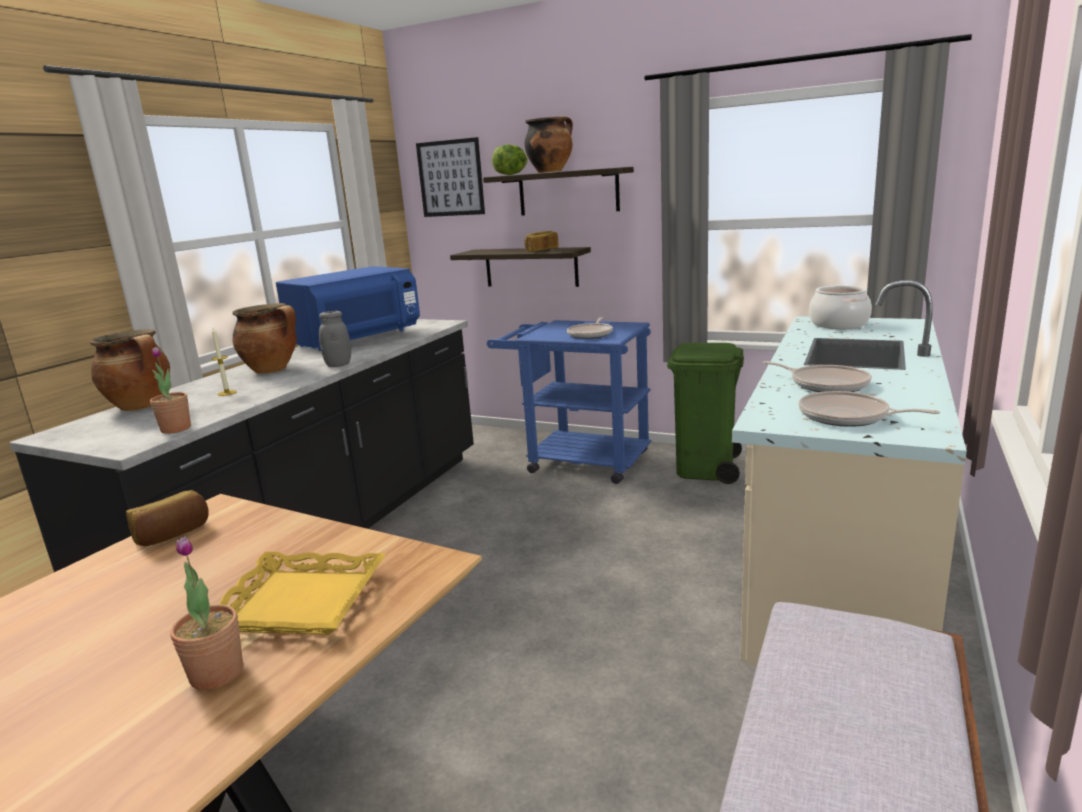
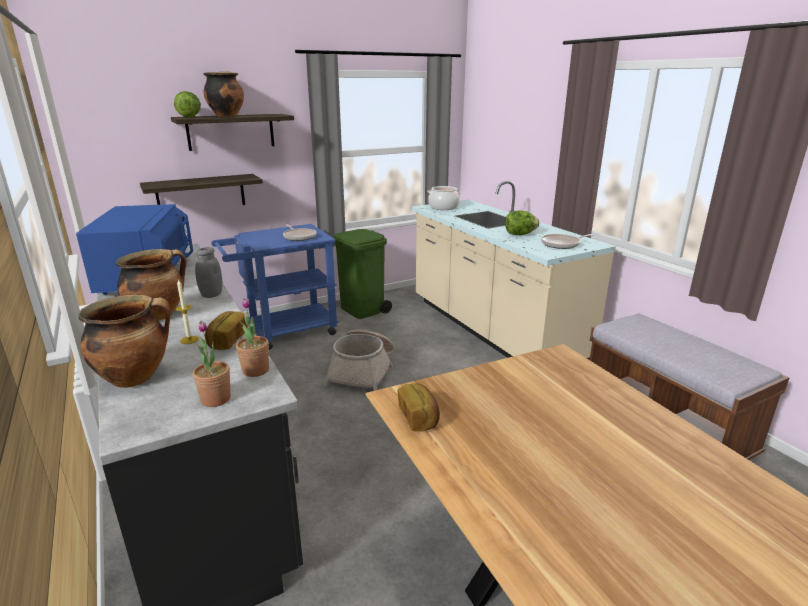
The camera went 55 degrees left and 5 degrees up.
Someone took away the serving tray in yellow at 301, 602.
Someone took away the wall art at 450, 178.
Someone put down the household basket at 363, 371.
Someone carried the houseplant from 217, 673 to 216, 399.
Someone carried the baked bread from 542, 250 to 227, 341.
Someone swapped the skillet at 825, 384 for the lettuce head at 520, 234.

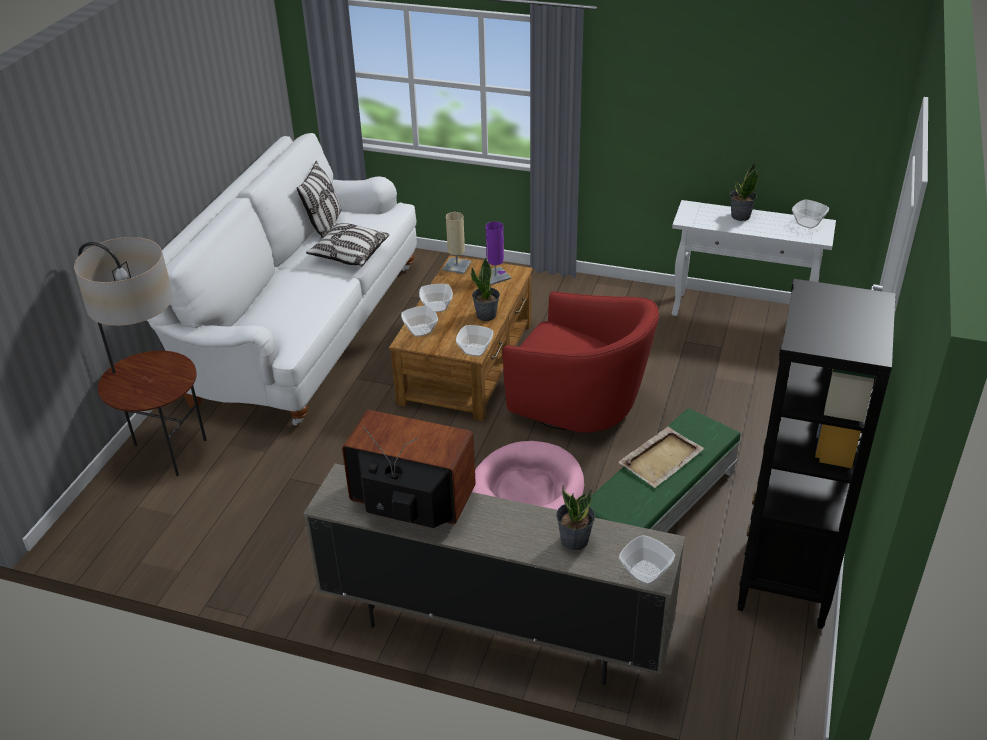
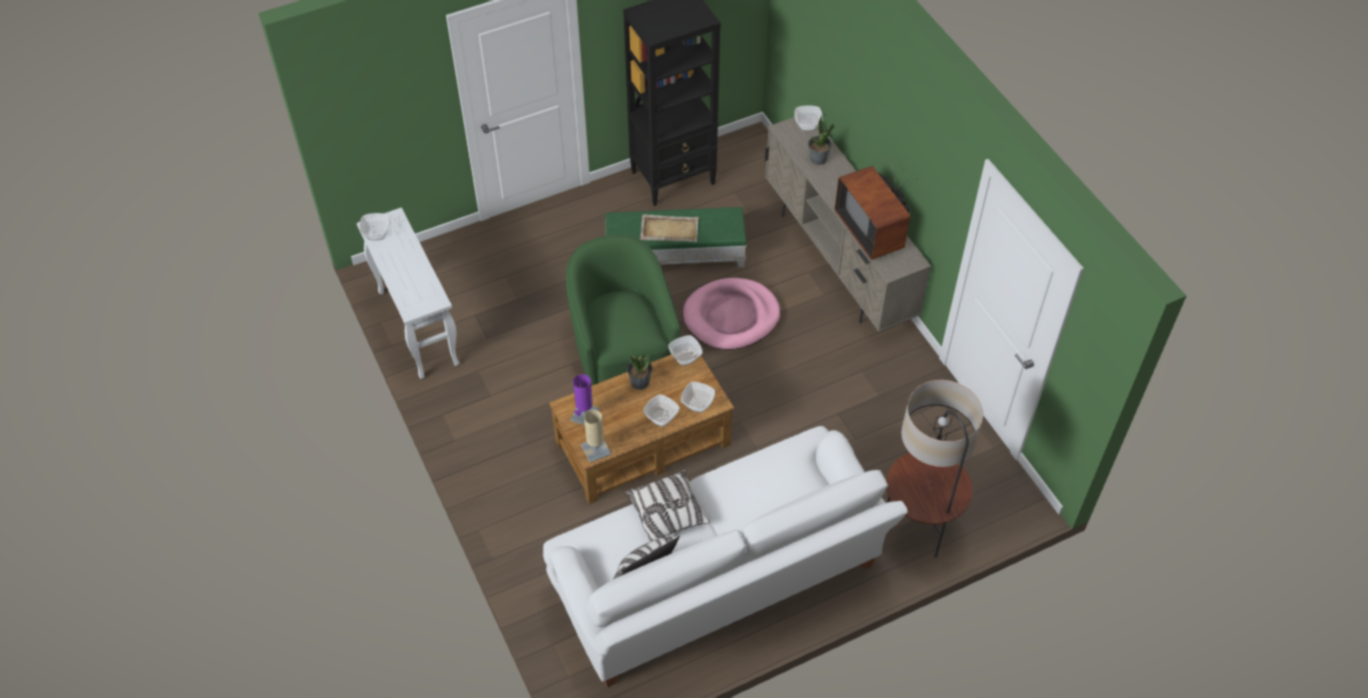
The camera went 135 degrees left and 15 degrees up.
Someone took away the houseplant at 740, 216.
Someone repainted the easy chair in red-coloured at 579, 405, which became the easy chair in greenish at 622, 347.

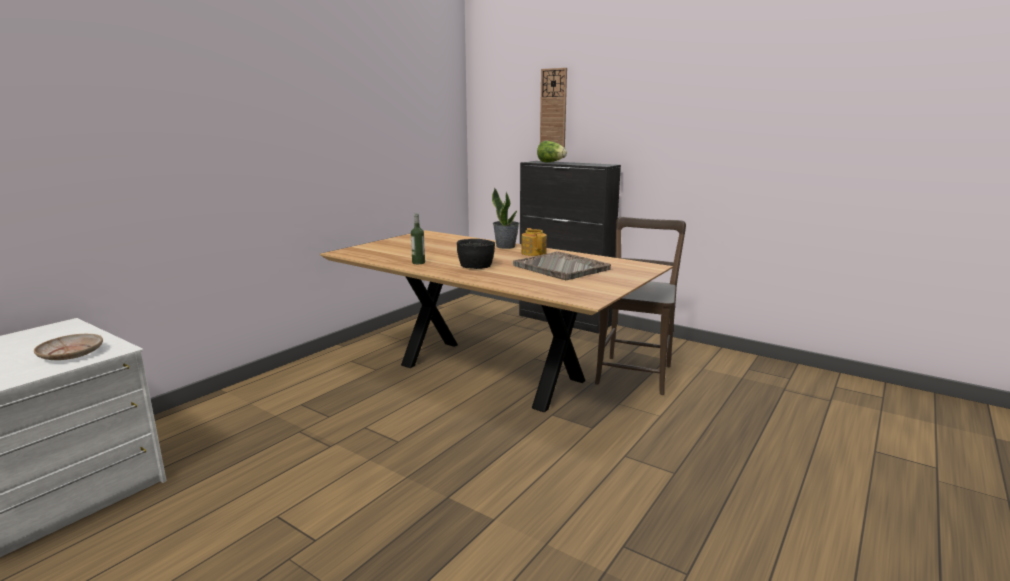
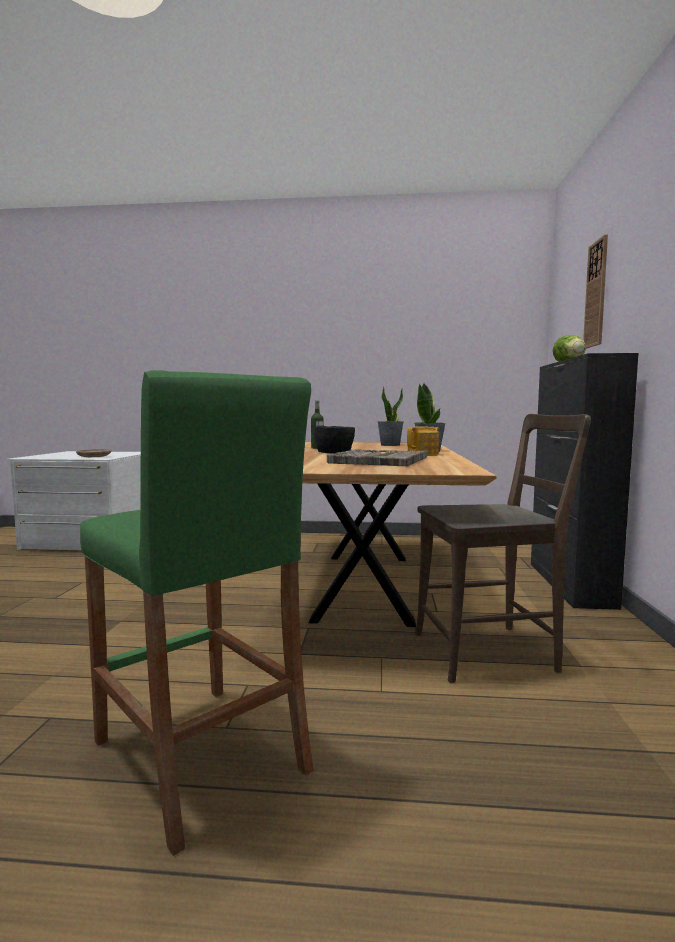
The camera went 60 degrees right and 10 degrees down.
Someone put down the stool in greenish at 200, 756.
Someone put down the houseplant at 390, 445.

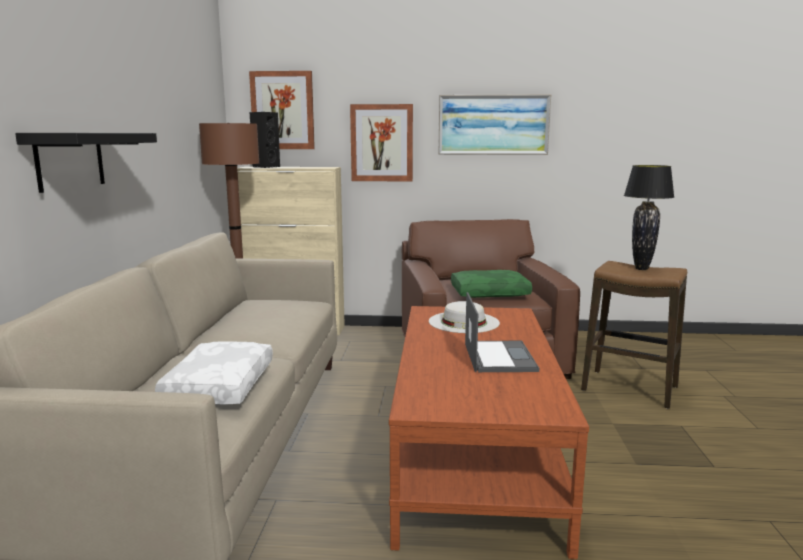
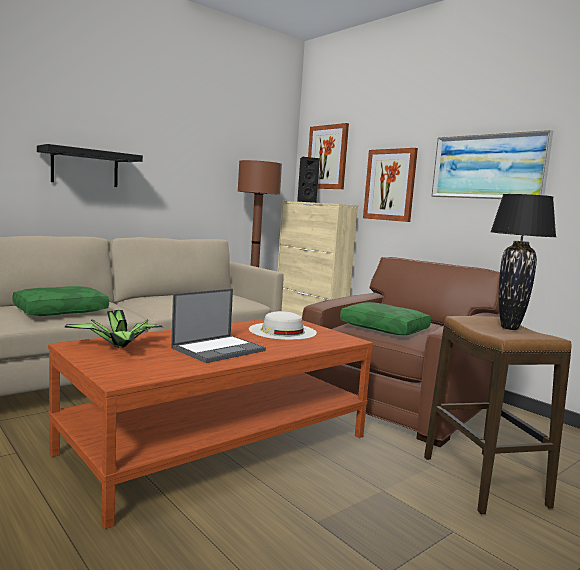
The camera went 45 degrees right and 5 degrees down.
Someone put down the houseplant at 120, 347.
Someone repainted the throw pillow in white-coloured at 218, 385, which became the throw pillow in greenish at 61, 310.

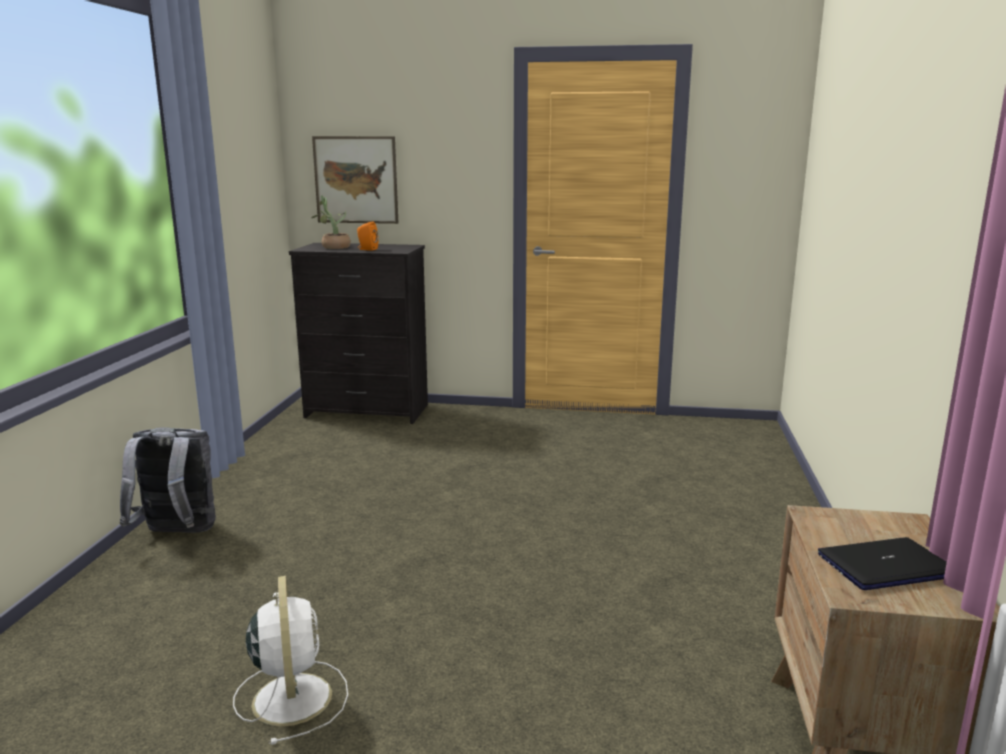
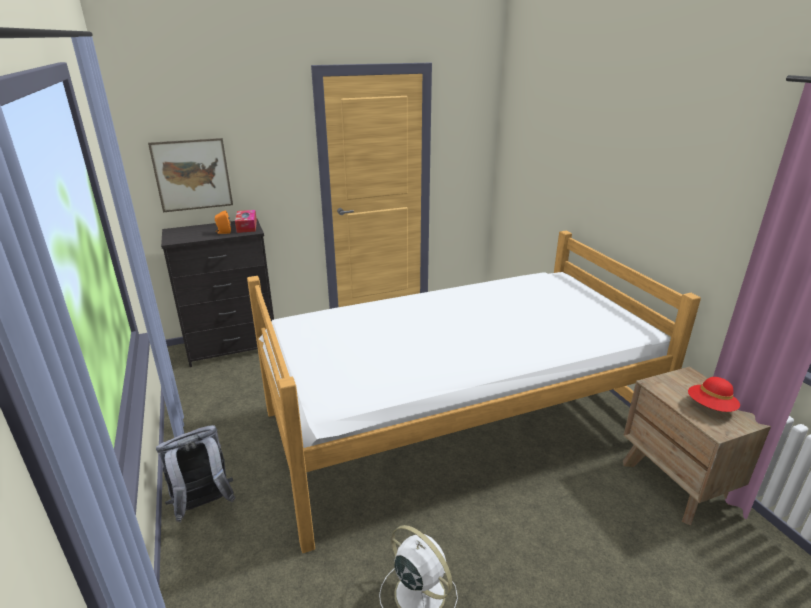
The camera went 30 degrees left and 10 degrees up.
Someone took away the houseplant at 333, 247.
Someone put down the box of tissues at 247, 226.
Someone put down the sleeping bed at 458, 425.
Someone swapped the notebook computer at 885, 566 for the clothing hat in red-coloured at 710, 407.

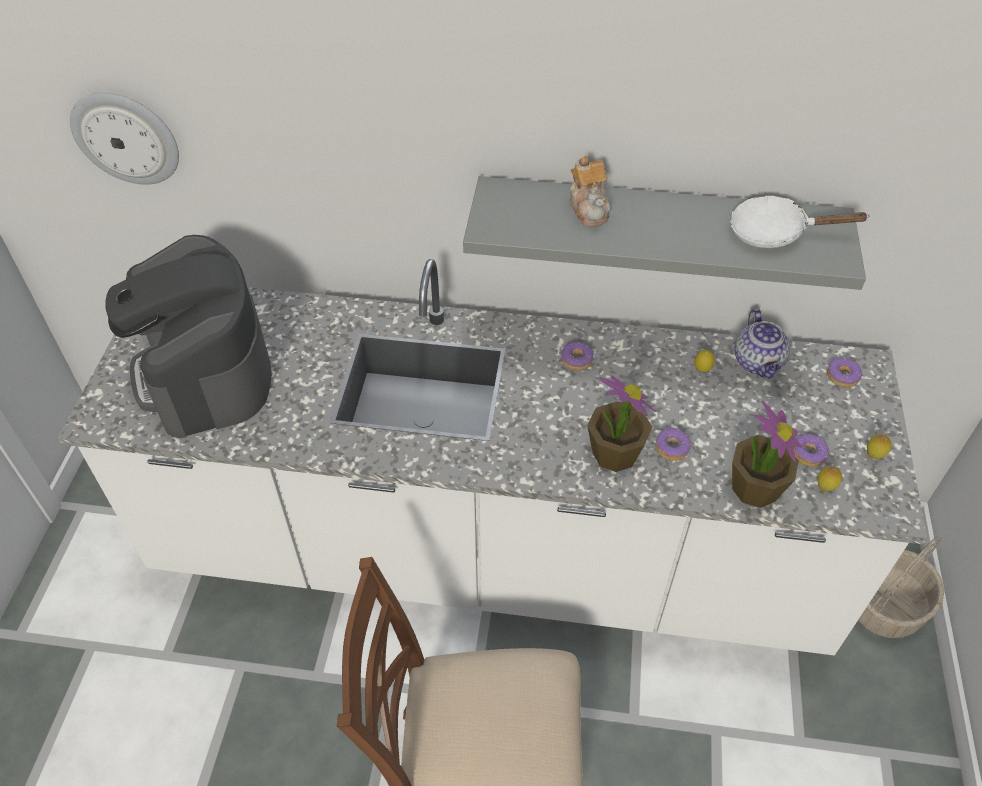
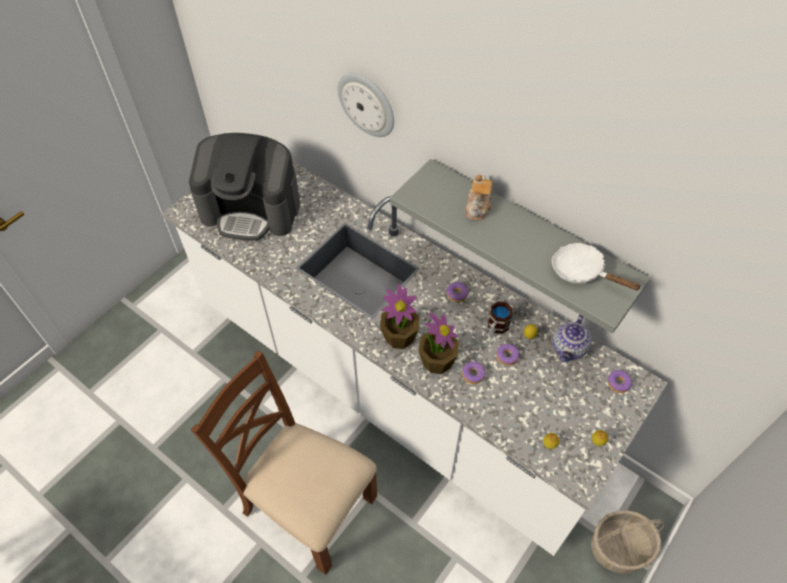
The camera went 30 degrees right and 5 degrees up.
Someone put down the coffee mug at 496, 328.
Someone carried the wall clock from 126, 138 to 367, 104.
Someone carried the houseplant from 754, 488 to 399, 336.
Someone carried the doughnut from 808, 454 to 507, 356.
Someone rotated the coffee brewer at 205, 372 by 90 degrees counterclockwise.

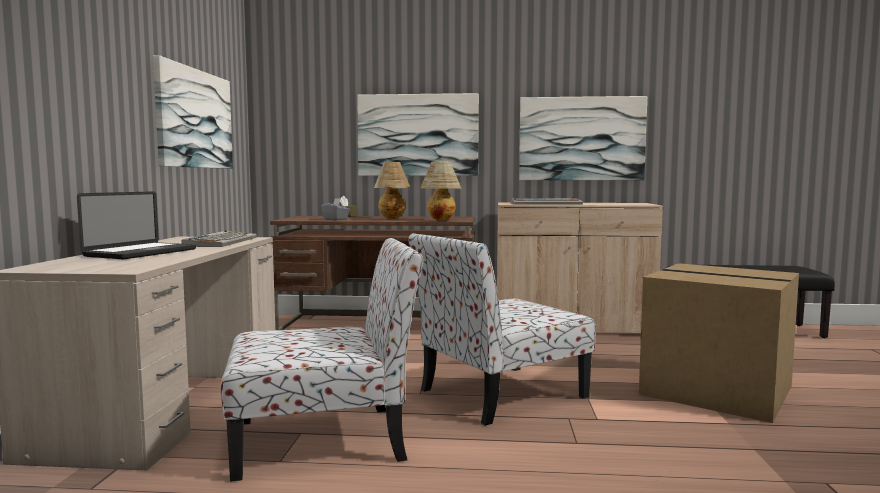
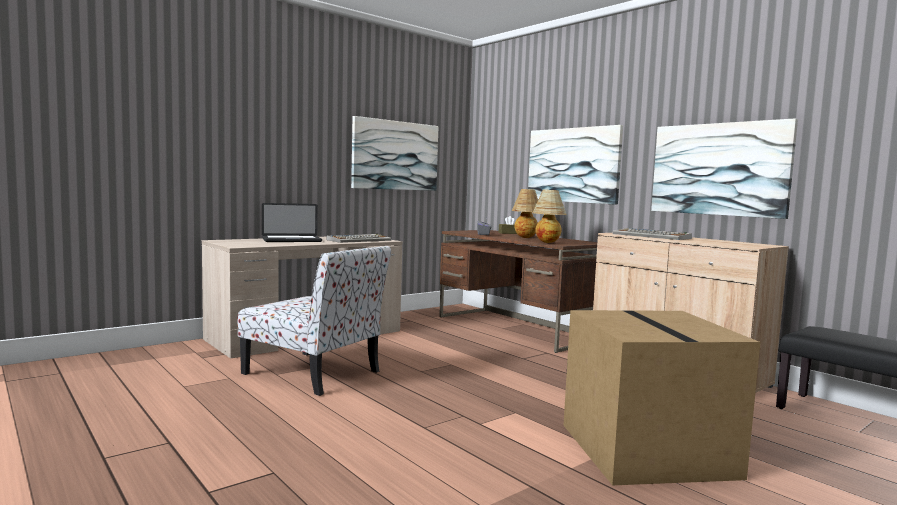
The camera went 45 degrees right and 0 degrees up.
Someone took away the plain chair at 499, 394.

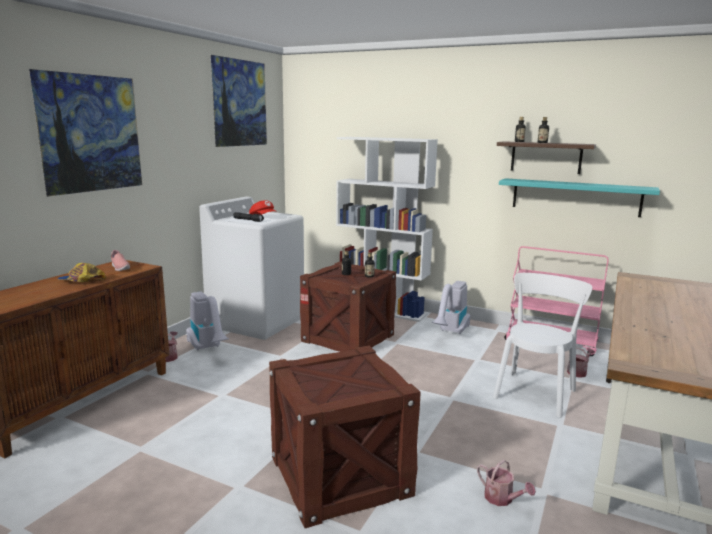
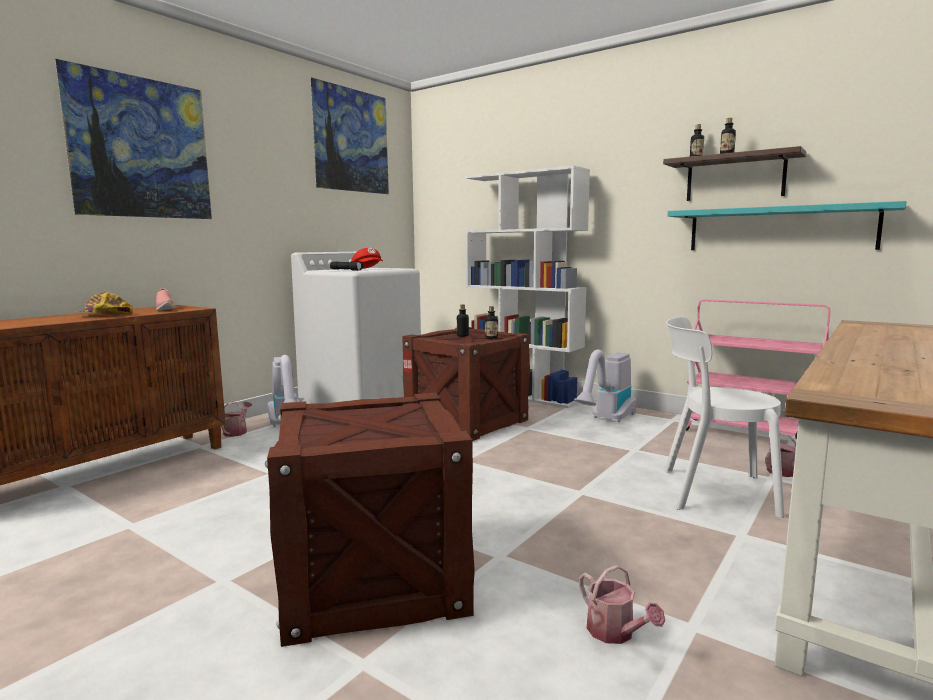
The camera went 10 degrees right and 5 degrees down.
Someone rotated the plain chair in white-coloured at 535, 392 by 120 degrees counterclockwise.

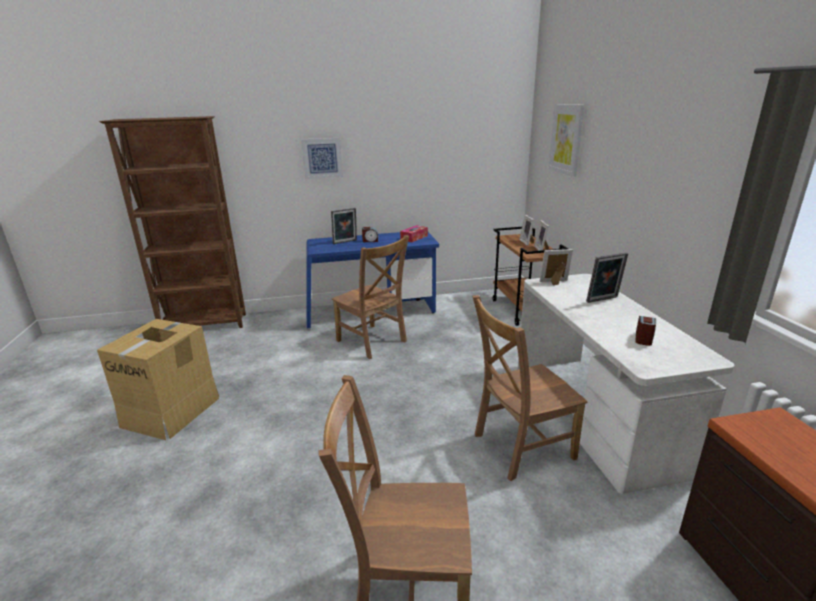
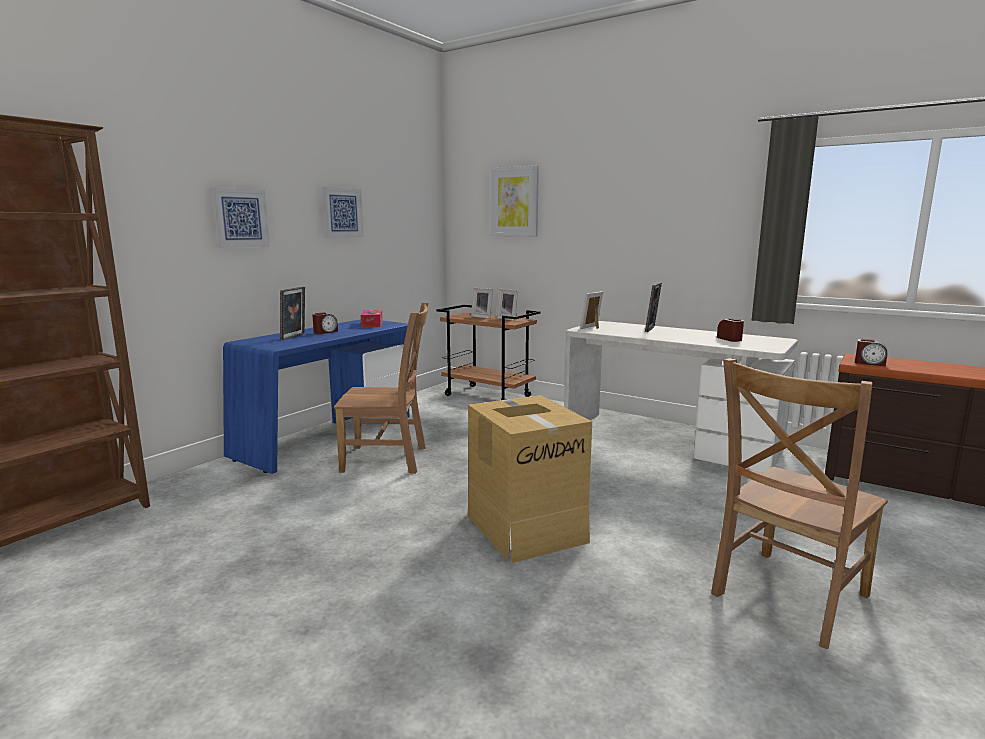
The camera went 45 degrees left and 10 degrees down.
Someone took away the plain chair in brown at 520, 447.
Someone put up the wall art at 342, 213.
Someone put down the bedside clock at 869, 363.
Someone carried the carton from 172, 411 to 526, 527.

